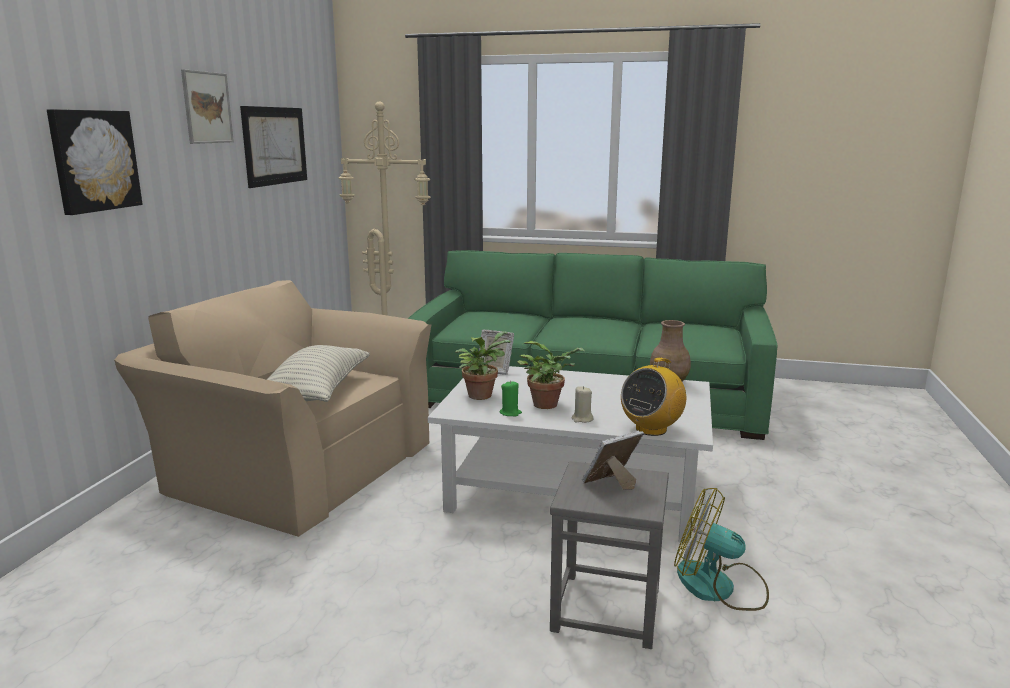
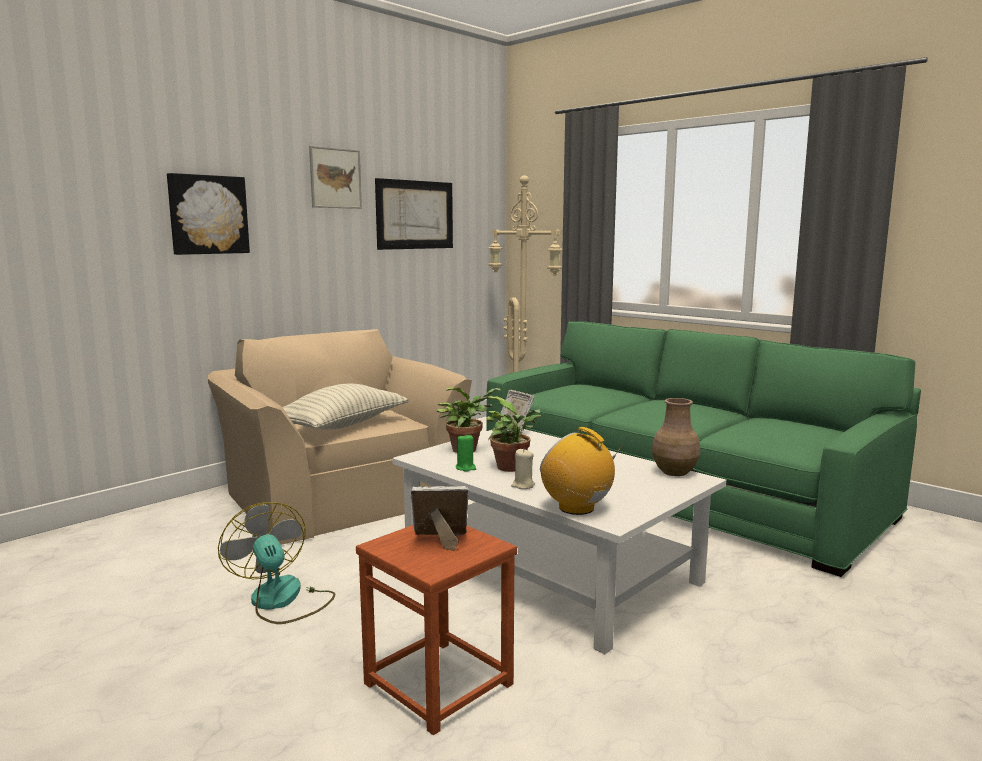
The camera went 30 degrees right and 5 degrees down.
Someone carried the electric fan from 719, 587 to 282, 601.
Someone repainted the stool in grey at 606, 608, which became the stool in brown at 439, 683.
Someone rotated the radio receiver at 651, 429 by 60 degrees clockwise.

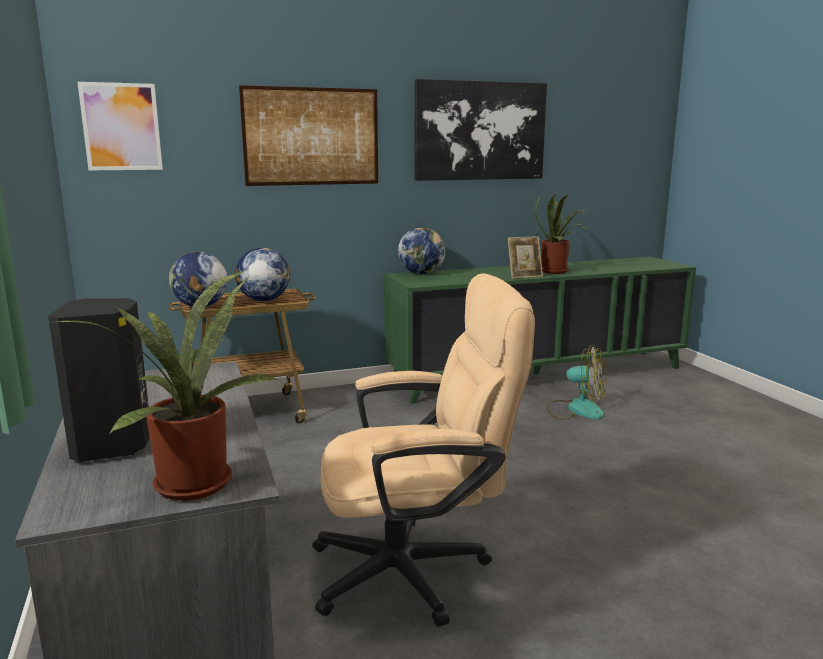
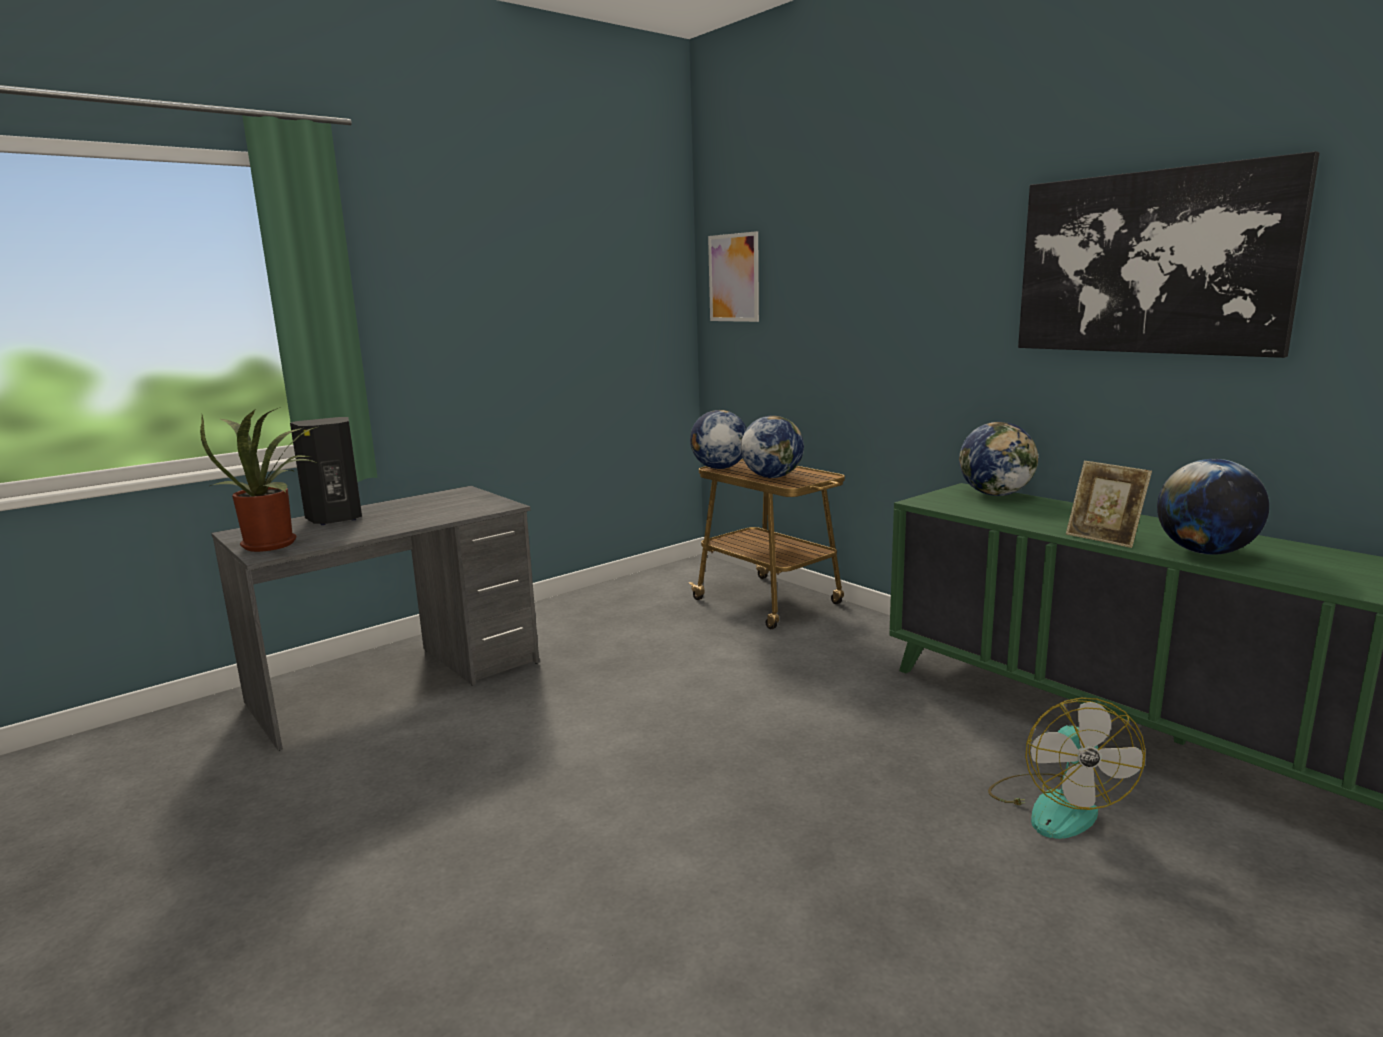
The camera went 70 degrees right and 0 degrees up.
Someone took away the wall art at 311, 136.
Someone took away the desk chair in sand-coloured at 417, 570.
Someone swapped the houseplant at 557, 271 for the desk globe at 1205, 552.

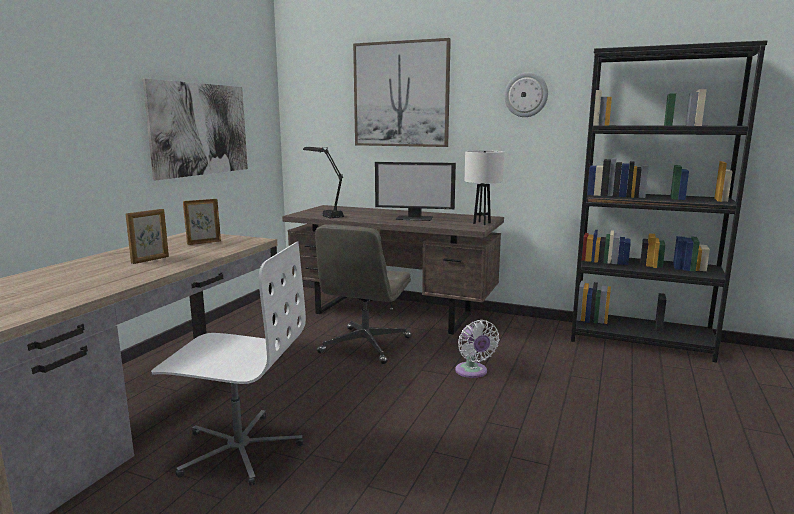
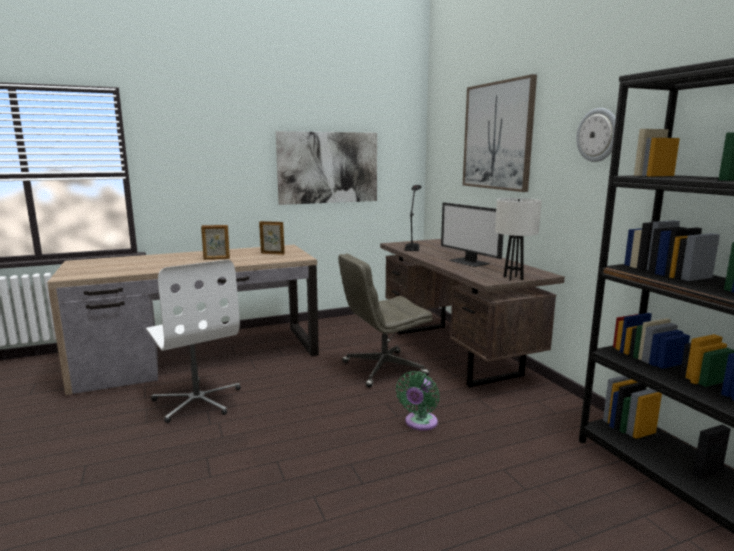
The camera went 45 degrees right and 0 degrees up.
Someone repainted the electric fan in white-coloured at 472, 372, which became the electric fan in greenish at 419, 423.

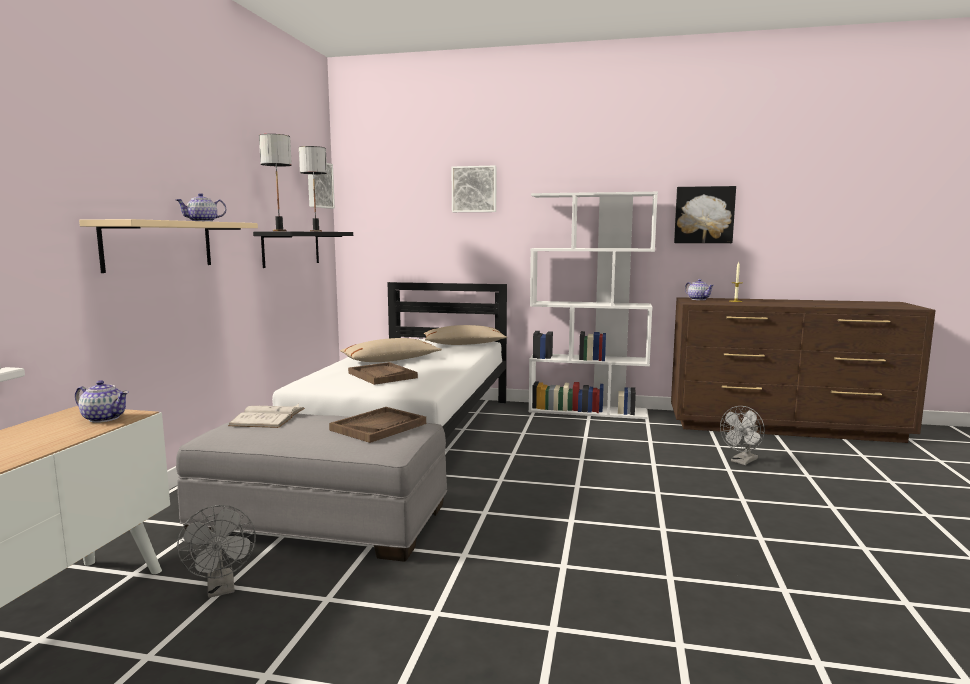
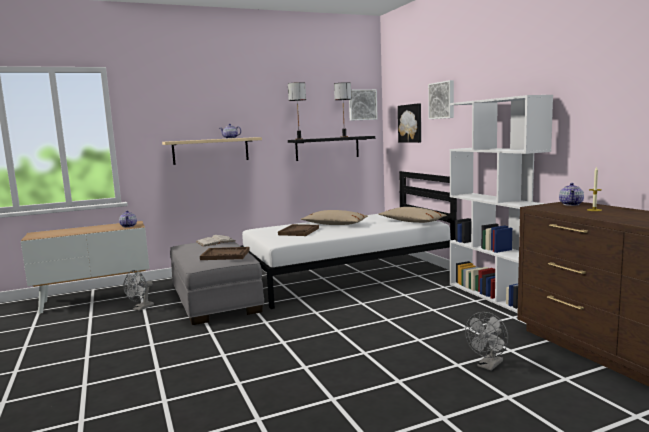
The camera went 55 degrees right and 0 degrees up.
Someone carried the wall art from 704, 215 to 410, 123.
Someone rotated the electric fan in grey at 742, 461 by 60 degrees counterclockwise.

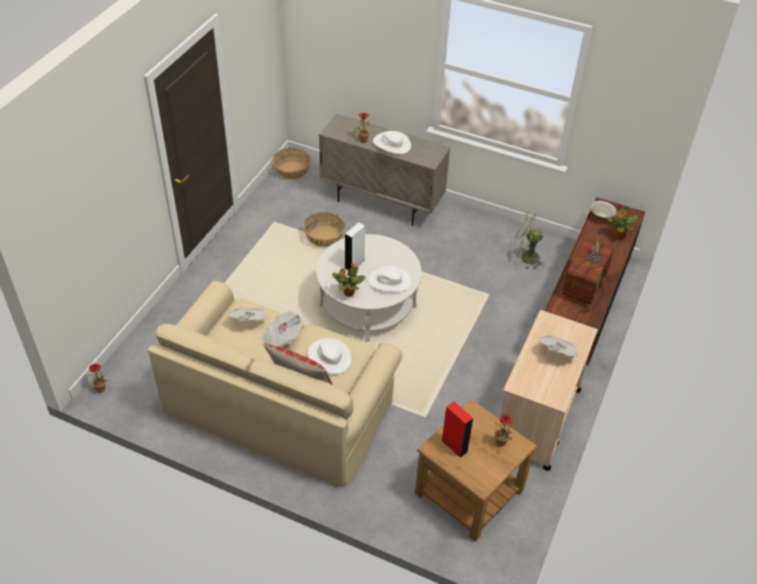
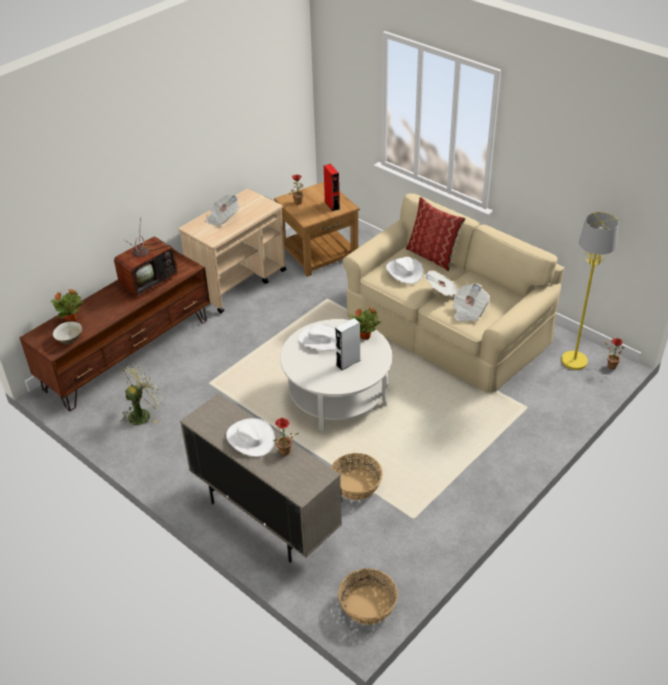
The camera went 160 degrees left and 5 degrees down.
Someone put down the standard lamp in yellow at 574, 361.
Someone rotated the electric fan in greenish at 525, 257 by 75 degrees counterclockwise.

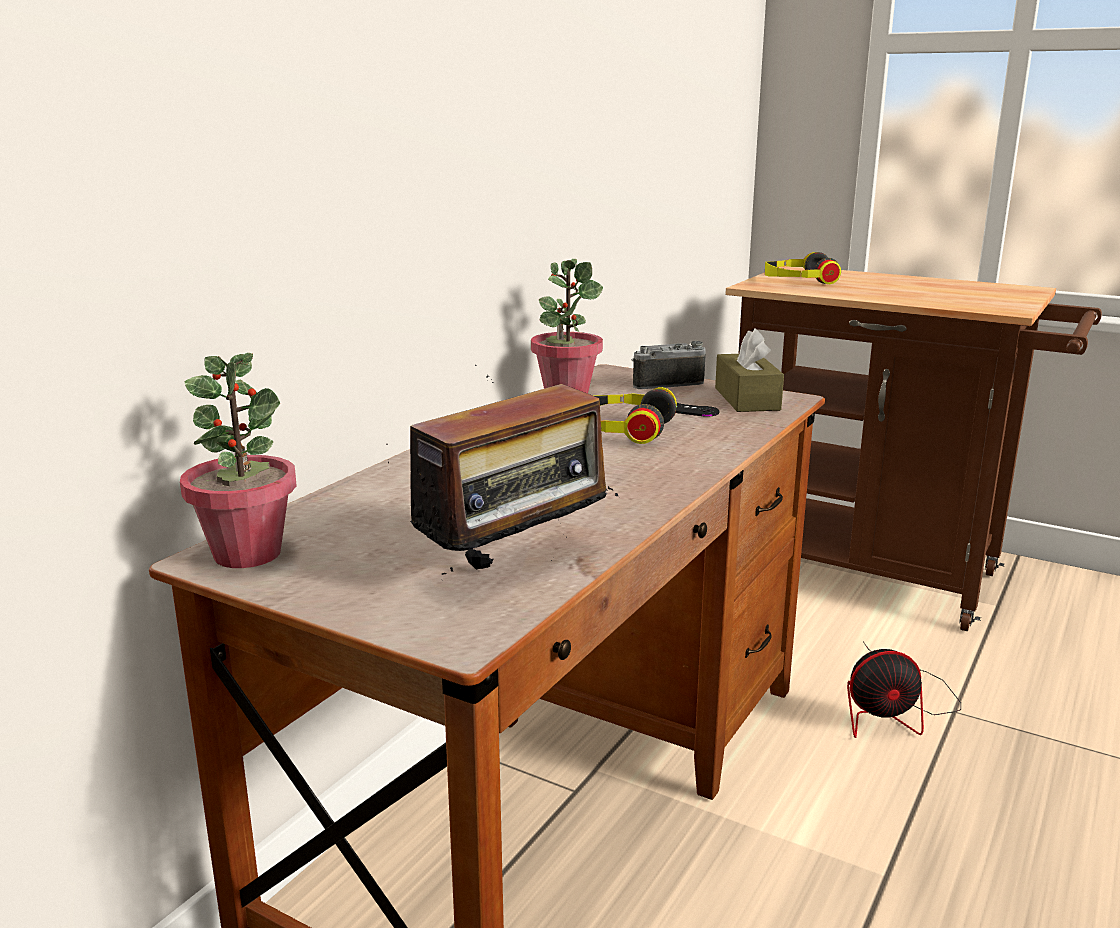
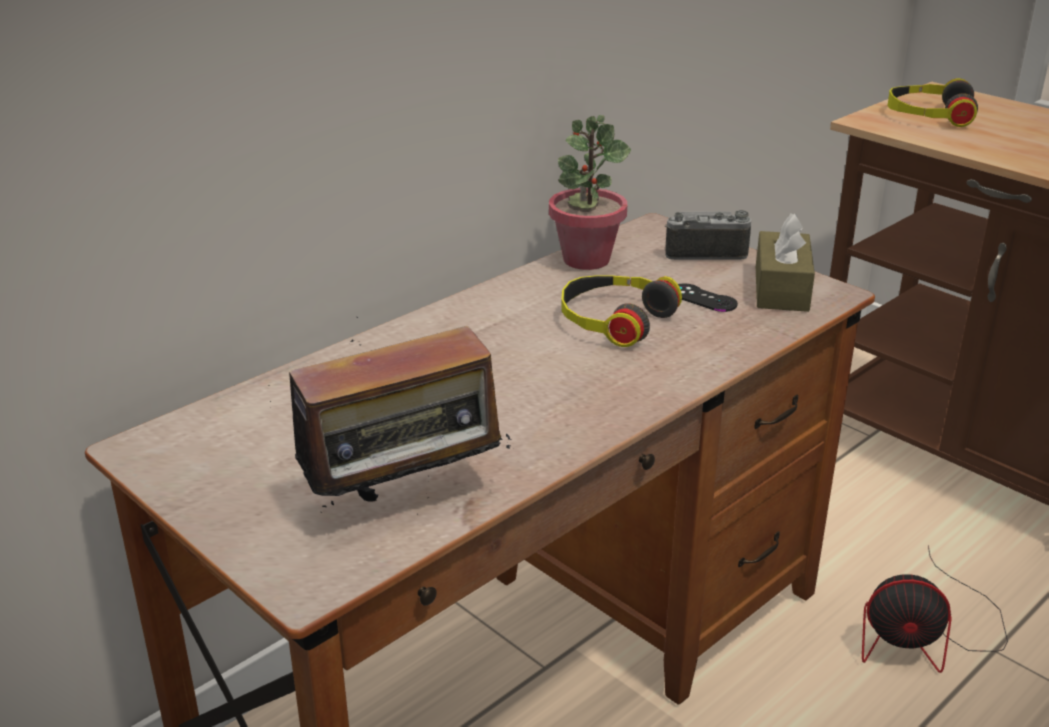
The camera went 15 degrees right and 10 degrees up.
Someone took away the houseplant at 248, 554.

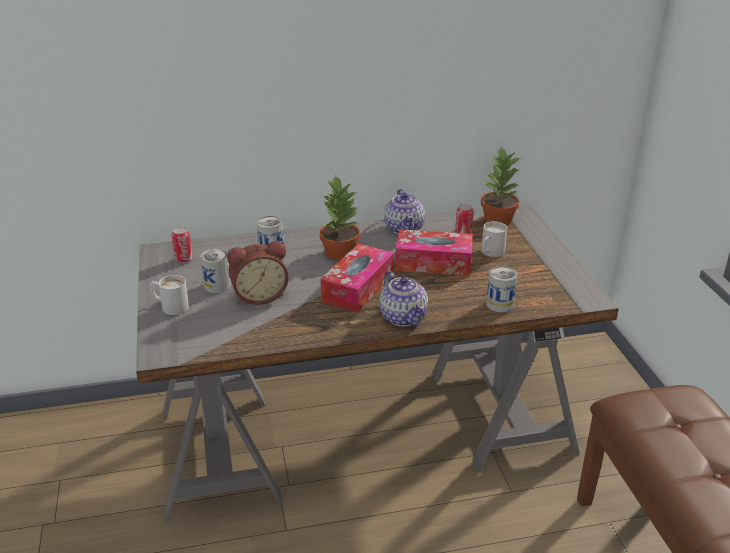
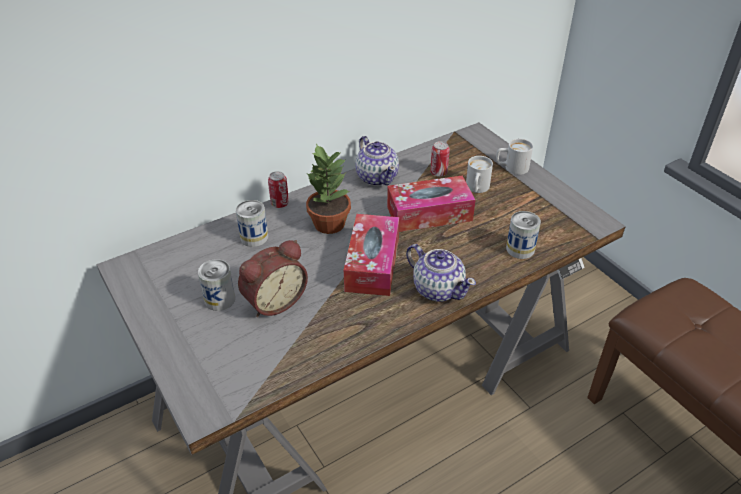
The camera went 20 degrees left and 10 degrees up.
Someone took away the houseplant at 497, 220.
Someone carried the coffee mug in white-coloured from 170, 306 to 511, 168.
Someone carried the metal can from 184, 259 to 280, 204.

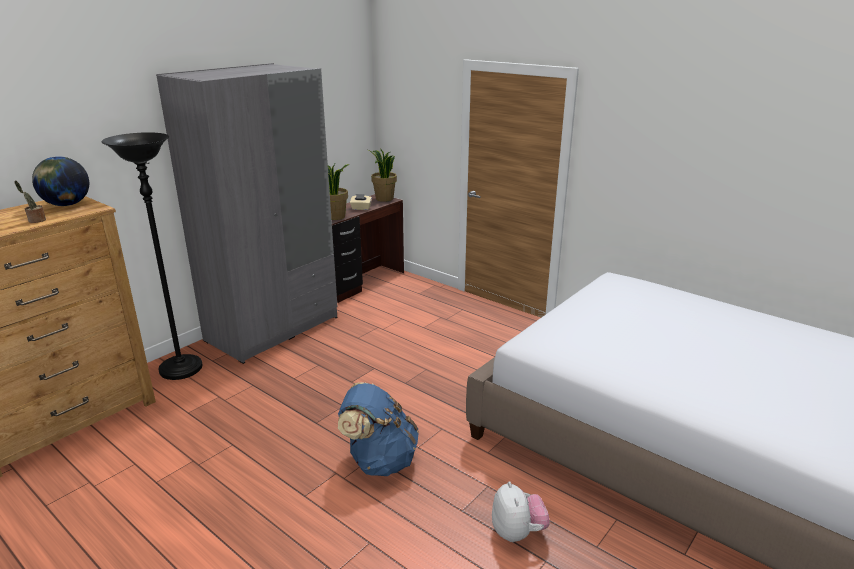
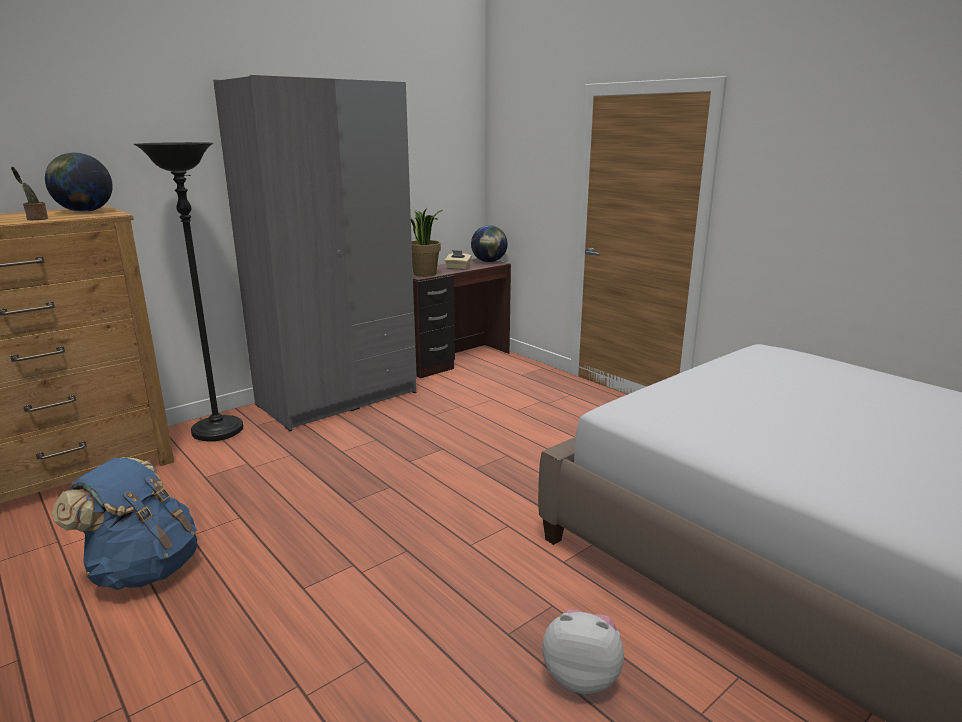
The camera went 10 degrees right and 5 degrees down.
Someone carried the rucksack in blue-coloured from 379, 460 to 143, 569.
Someone swapped the houseplant at 384, 199 for the desk globe at 489, 262.
Someone rotated the soft toy at 517, 532 by 75 degrees counterclockwise.

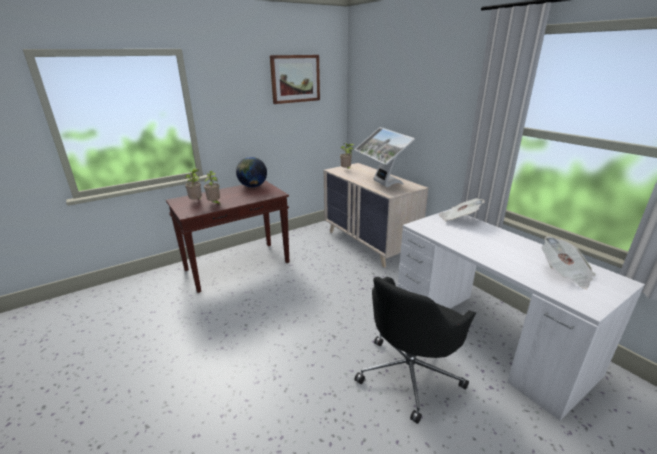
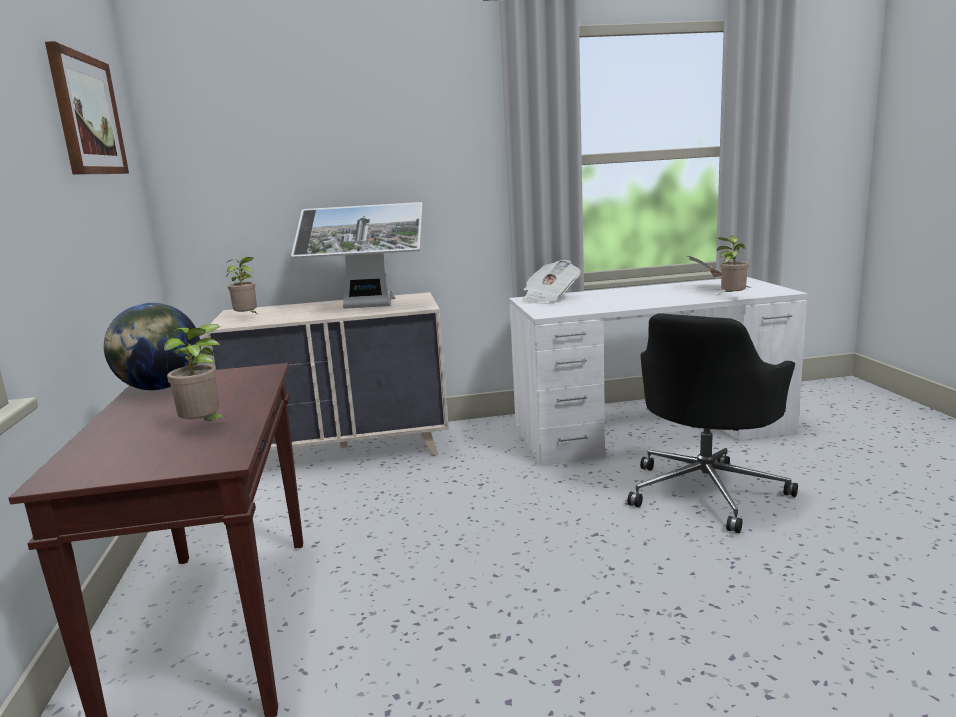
The camera went 65 degrees left and 10 degrees down.
Someone carried the houseplant from 196, 201 to 731, 298.
Someone rotated the desk chair in blackish at 409, 373 by 60 degrees clockwise.

